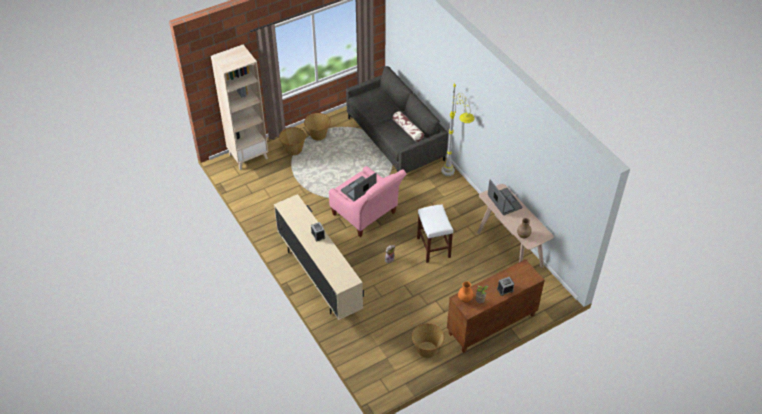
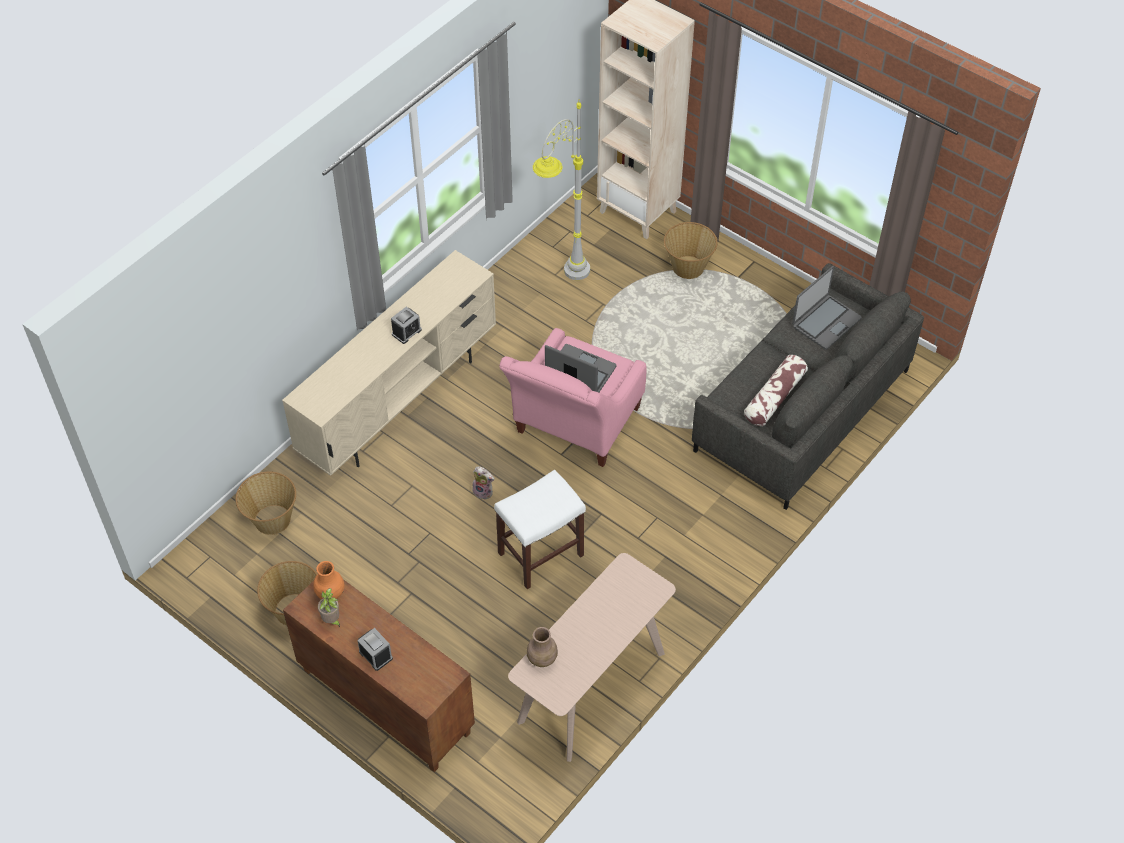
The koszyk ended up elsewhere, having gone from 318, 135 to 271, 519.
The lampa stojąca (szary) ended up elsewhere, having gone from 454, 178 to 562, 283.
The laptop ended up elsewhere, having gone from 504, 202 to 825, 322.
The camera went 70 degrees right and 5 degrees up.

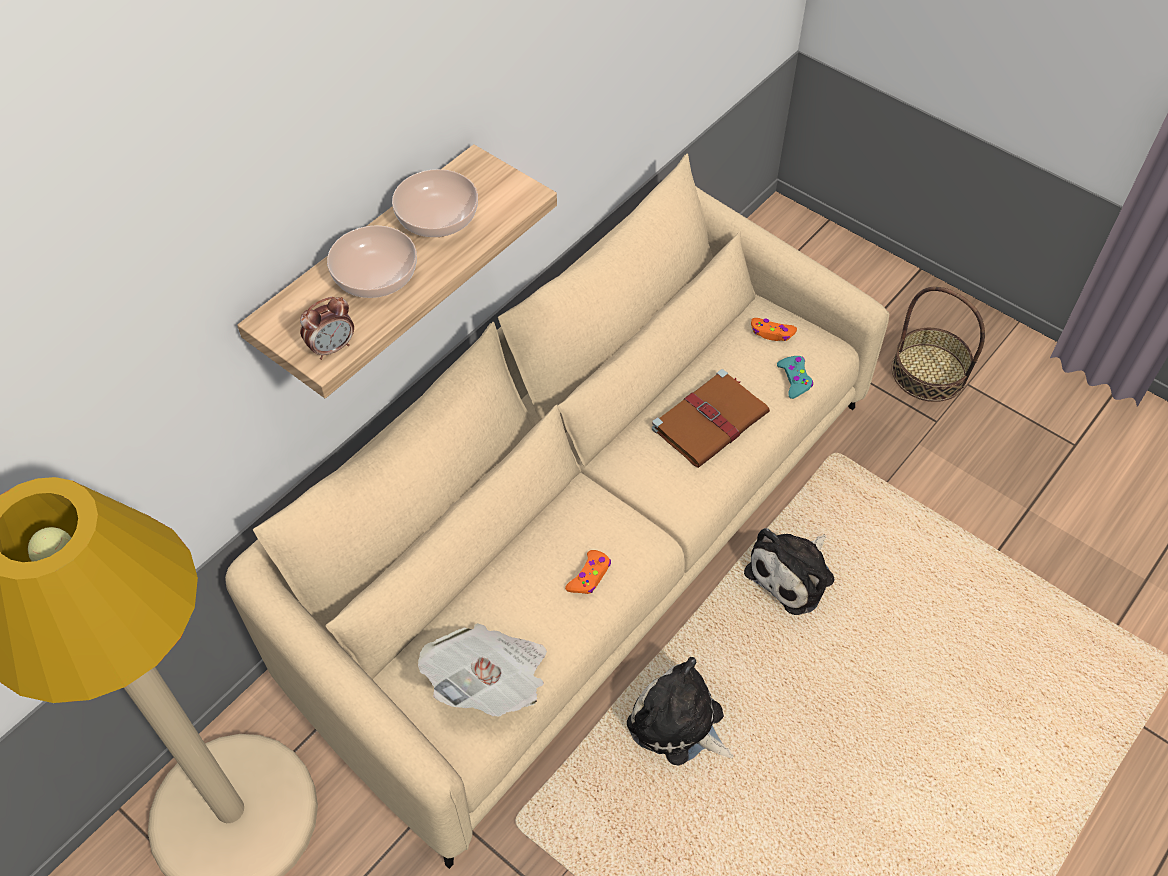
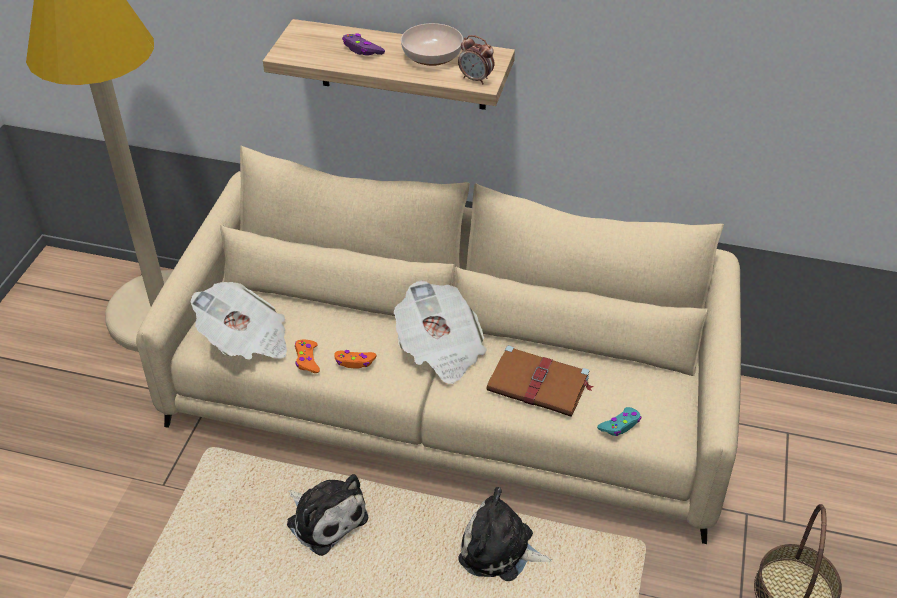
The pluszak at 679, 725 ended up facing another way, 120 degrees clockwise from before.
The pad do gier (pomarańczowy) ended up elsewhere, having gone from 772, 333 to 307, 359.
Where the miska stood at 375, 277, the pad do gier (fioletowy) came to stand at 362, 50.
The second view gained the gazeta at 440, 349.
The budzik ended up elsewhere, having gone from 332, 348 to 476, 79.
The camera went 65 degrees right and 10 degrees down.

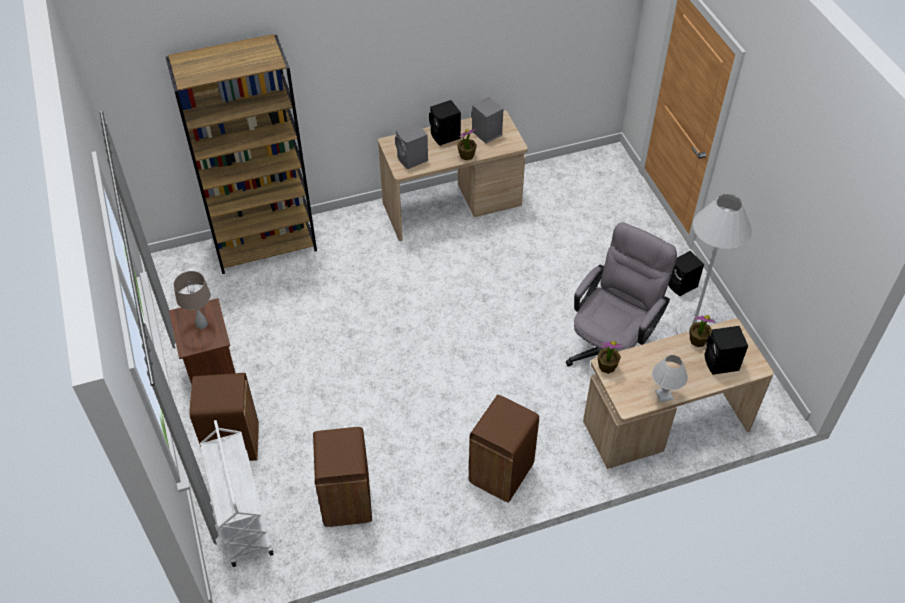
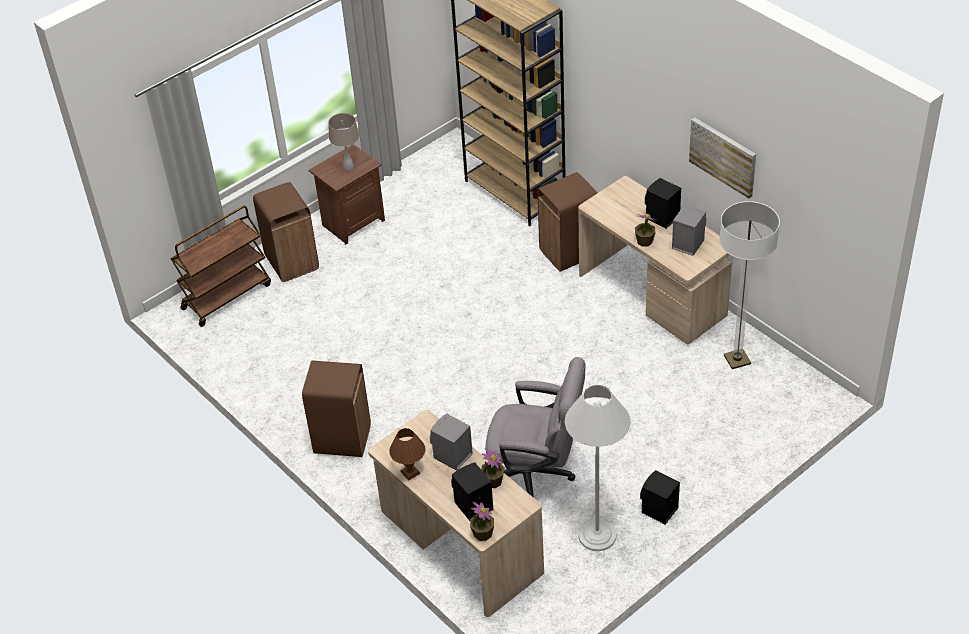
What was the wózek (biały) at 242, 517 turned into the wózek (brązowy) at 227, 296.
What was the lampa stołowa (biały) at 663, 395 turned into the lampa stołowa (brązowy) at 409, 472.
The głośnik (szary) ended up elsewhere, having gone from 412, 160 to 451, 456.
The roślina doniczkowa ended up elsewhere, having gone from 607, 366 to 482, 533.
The kosz na śmieci (brązowy) ended up elsewhere, having gone from 346, 502 to 568, 252.
The second view gained the obraz at 723, 156.
The second view gained the lampa stojąca at 737, 360.
The camera went 70 degrees right and 5 degrees down.

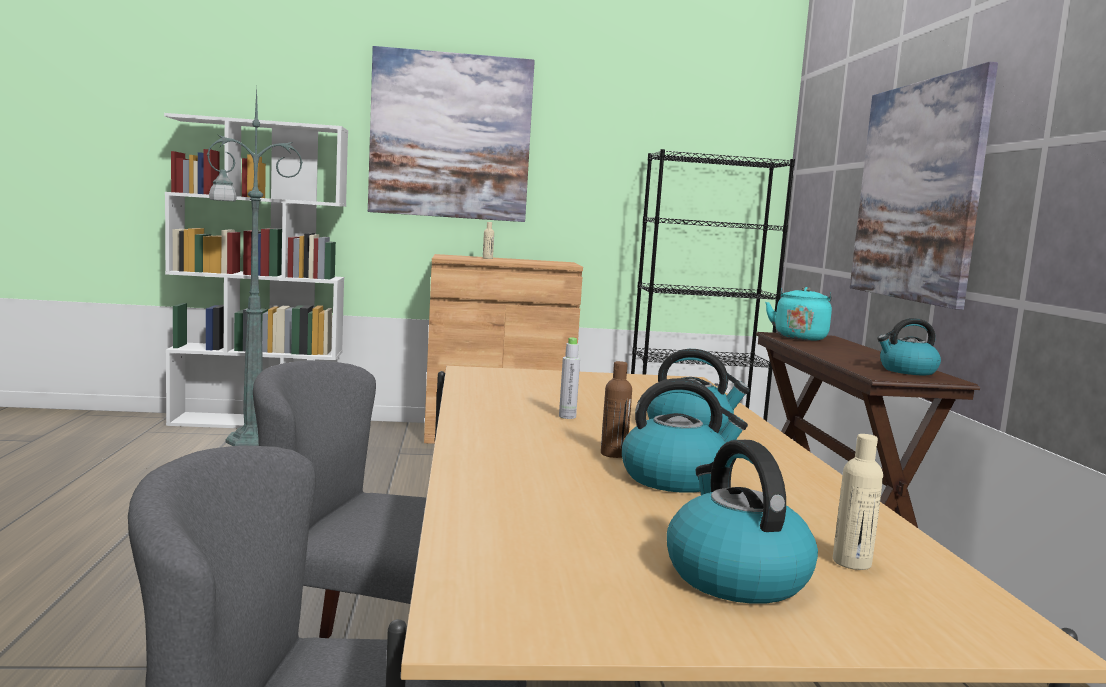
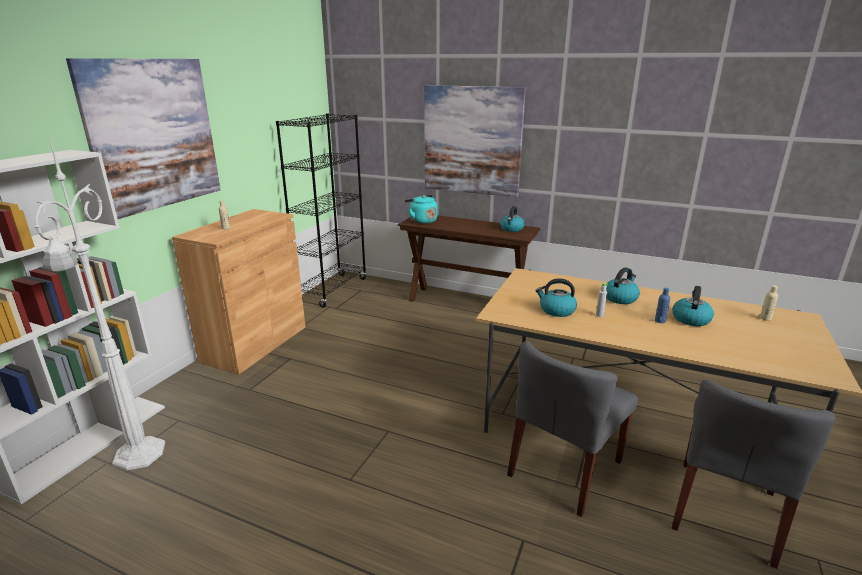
What was the lampa stojąca (zielony) at 249, 440 turned into the lampa stojąca (biały) at 138, 455.
The czajnik ended up elsewhere, having gone from 734, 576 to 556, 310.
What was the butelka (brązowy) at 613, 454 turned into the butelka (niebieski) at 660, 321.
The camera went 60 degrees left and 15 degrees up.

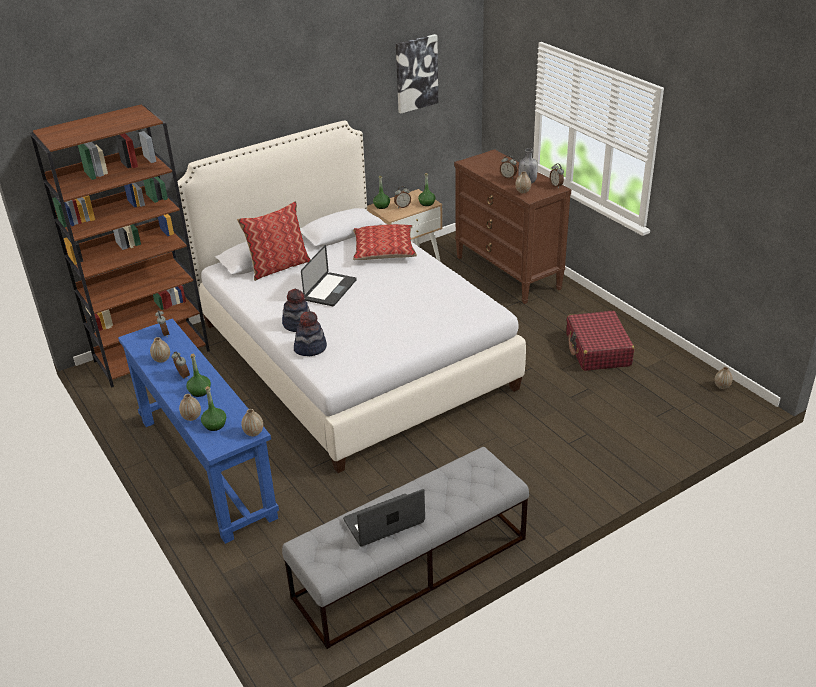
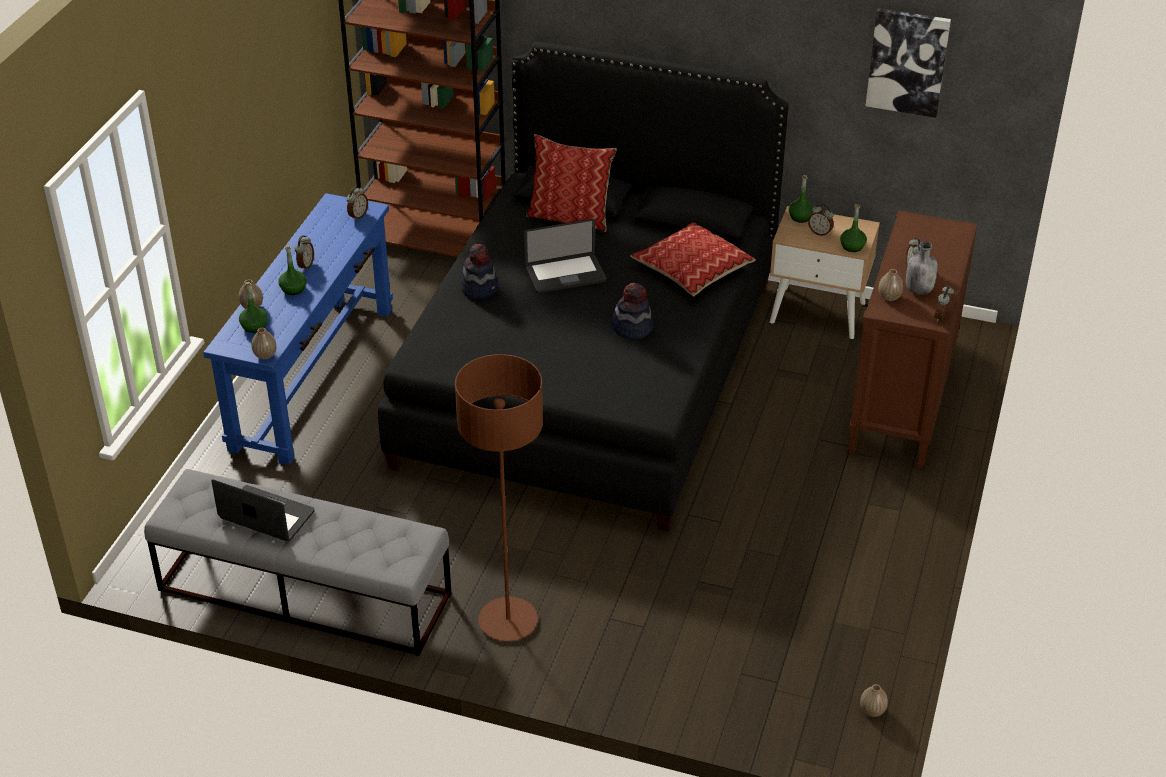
What was the łóżko (biały) at 352, 355 turned into the łóżko (czarny) at 588, 371.
The second view gained the lampa stojąca (brązowy) at 508, 621.
The kapelusz ended up elsewhere, having gone from 310, 348 to 632, 328.
The second view lost the wazon at 162, 359.
The second view lost the walizka (czerwony) at 597, 350.
The camera went 50 degrees right and 5 degrees up.

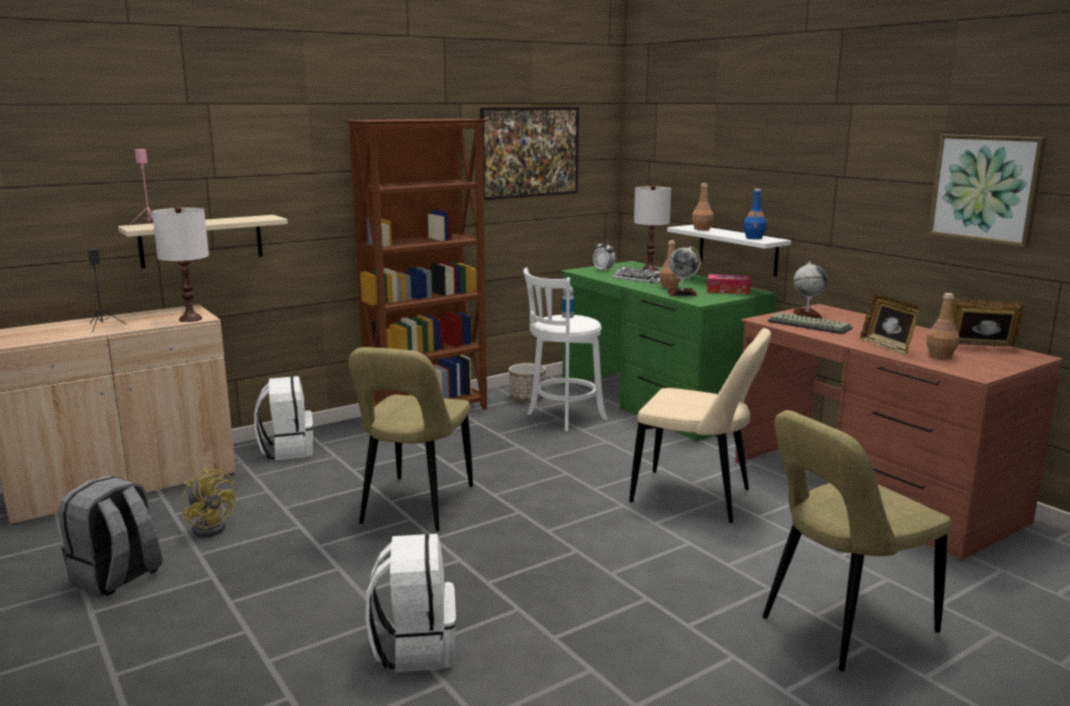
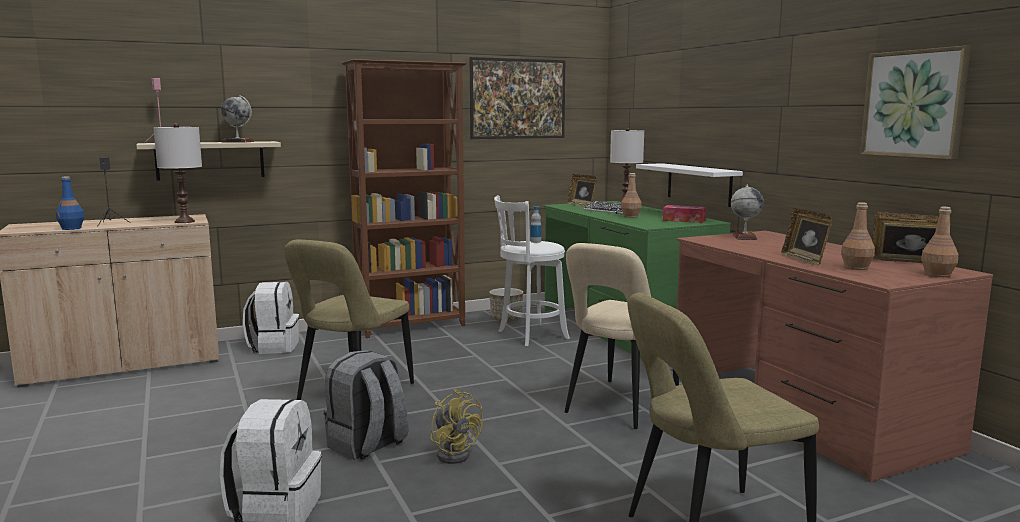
The butelka (niebieski) ended up elsewhere, having gone from 754, 238 to 72, 228.
The globus ended up elsewhere, having gone from 682, 293 to 238, 142.
The plecak (szary) ended up elsewhere, having gone from 117, 578 to 367, 445.
The wentylator (żółty) ended up elsewhere, having gone from 212, 527 to 455, 453.
The krzesło (beżowy) at 696, 497 ended up facing another way, 90 degrees clockwise from before.
Where the budzik stood at 603, 270, the ramka na zdjęcie came to stand at 582, 205.
The butelka (brązowy) ended up elsewhere, having gone from 701, 229 to 937, 275.
The second view lost the klawiatura at 810, 325.
The camera went 10 degrees right and 5 degrees down.

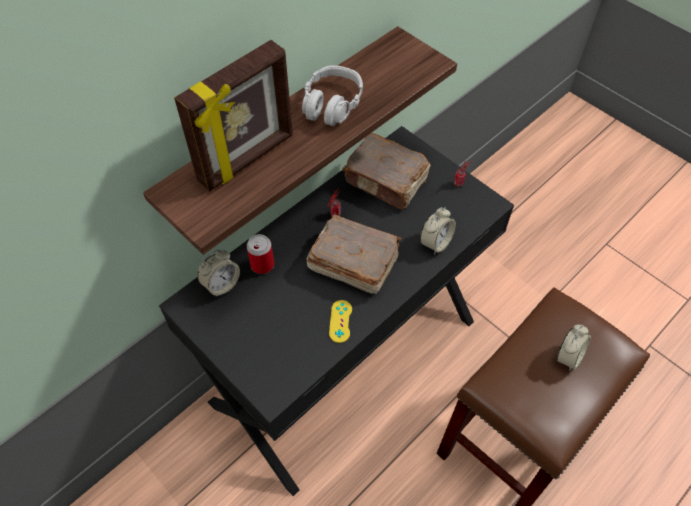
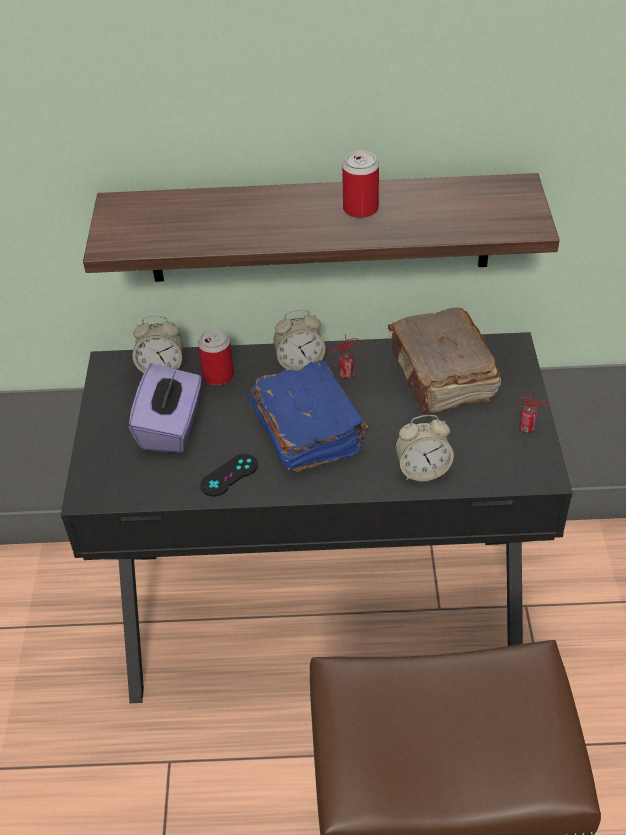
The second view gained the pudełko chusteczek (fioletowy) at 171, 427.
What was the pad do gier (żółty) at 340, 321 turned into the pad do gier (czarny) at 229, 475.
What was the książka (brązowy) at 352, 262 turned into the książka (niebieski) at 308, 430.
The budzik ended up elsewhere, having gone from 568, 357 to 300, 363.
Where the słuchawki (szary) stood at 332, 104, the puszka came to stand at 360, 209.
The second view lost the ramka na zdjęcie at 247, 159.
The camera went 45 degrees right and 10 degrees down.

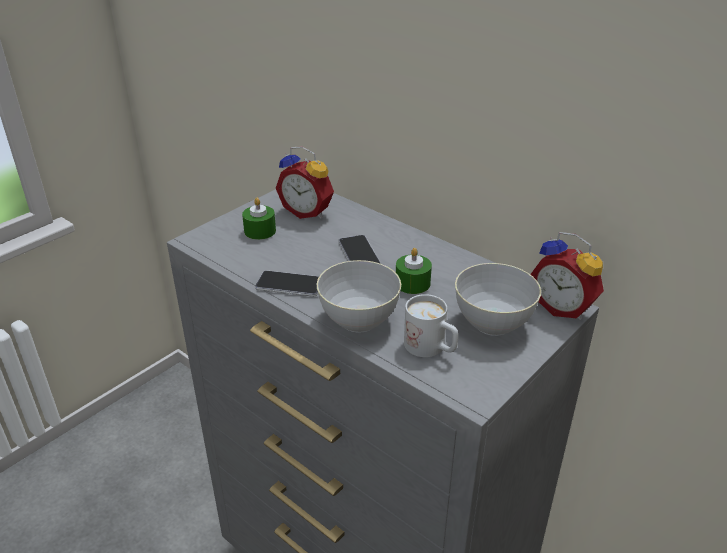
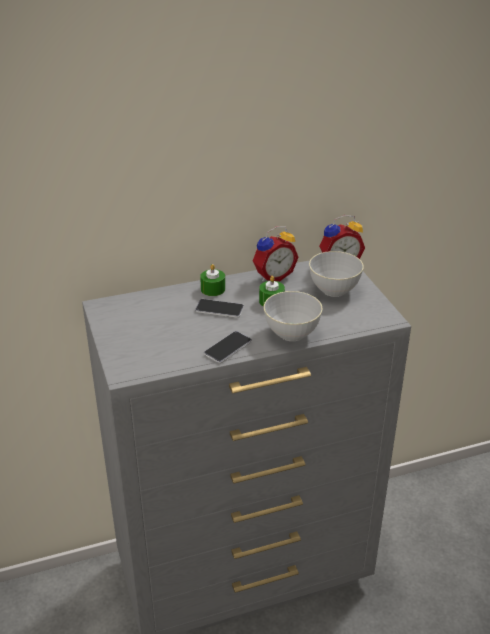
The świeca (zielony) ended up elsewhere, having gone from 260, 231 to 213, 289.
The budzik ended up elsewhere, having gone from 308, 212 to 273, 276.
The second view lost the kubek (biały) at 431, 348.
The camera went 60 degrees left and 0 degrees up.

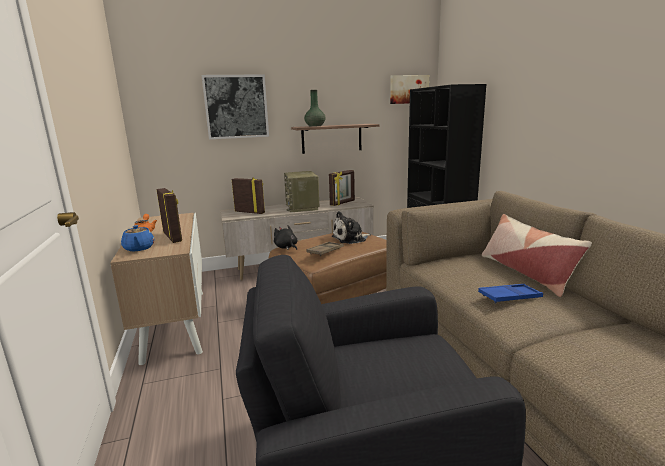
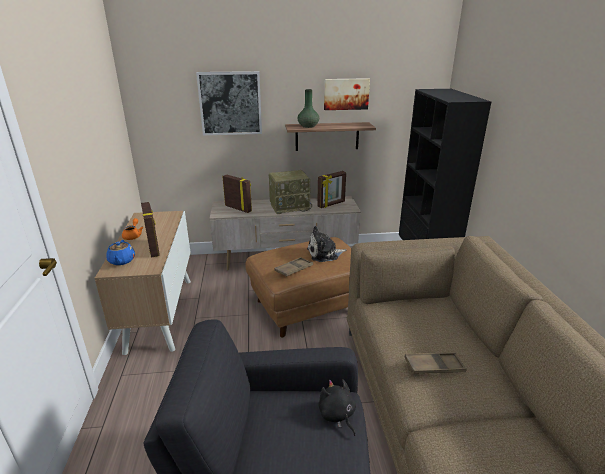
The radio at 302, 207 ended up facing another way, 105 degrees counterclockwise from before.
The pluszak (czarny) ended up elsewhere, having gone from 286, 247 to 337, 415.
The obraz ended up elsewhere, having gone from 408, 89 to 346, 94.
What was the taca (niebieski) at 509, 297 turned into the taca (brązowy) at 434, 366.
The second view lost the poduszka at 526, 272.
The camera went 10 degrees right and 10 degrees up.

